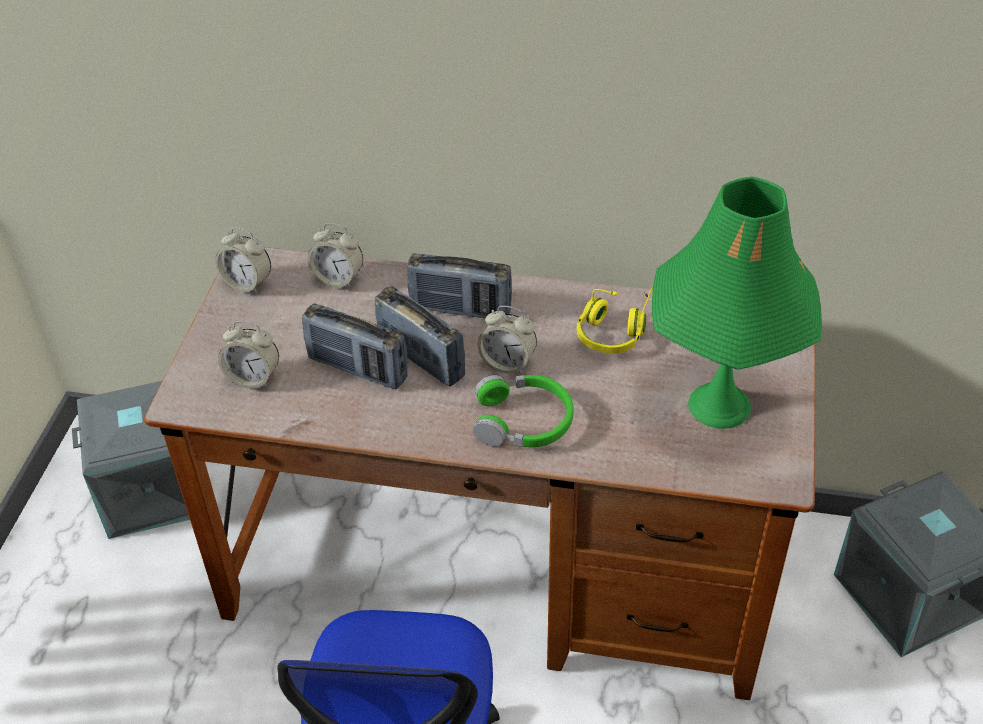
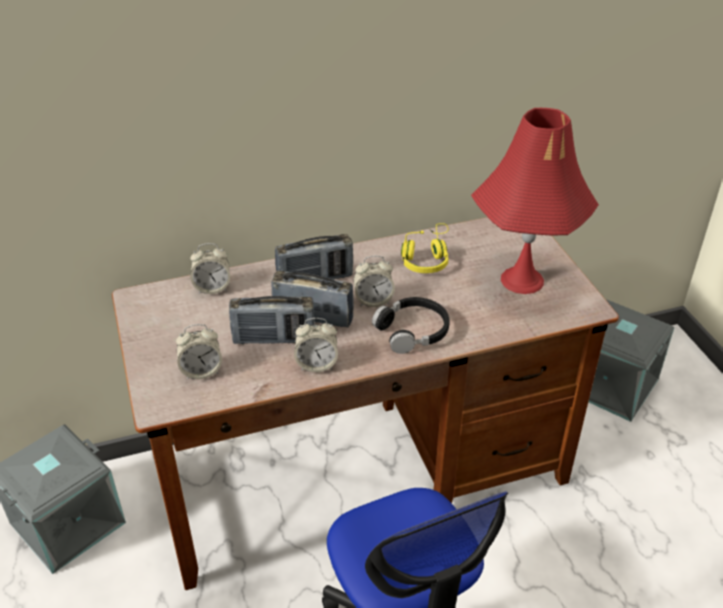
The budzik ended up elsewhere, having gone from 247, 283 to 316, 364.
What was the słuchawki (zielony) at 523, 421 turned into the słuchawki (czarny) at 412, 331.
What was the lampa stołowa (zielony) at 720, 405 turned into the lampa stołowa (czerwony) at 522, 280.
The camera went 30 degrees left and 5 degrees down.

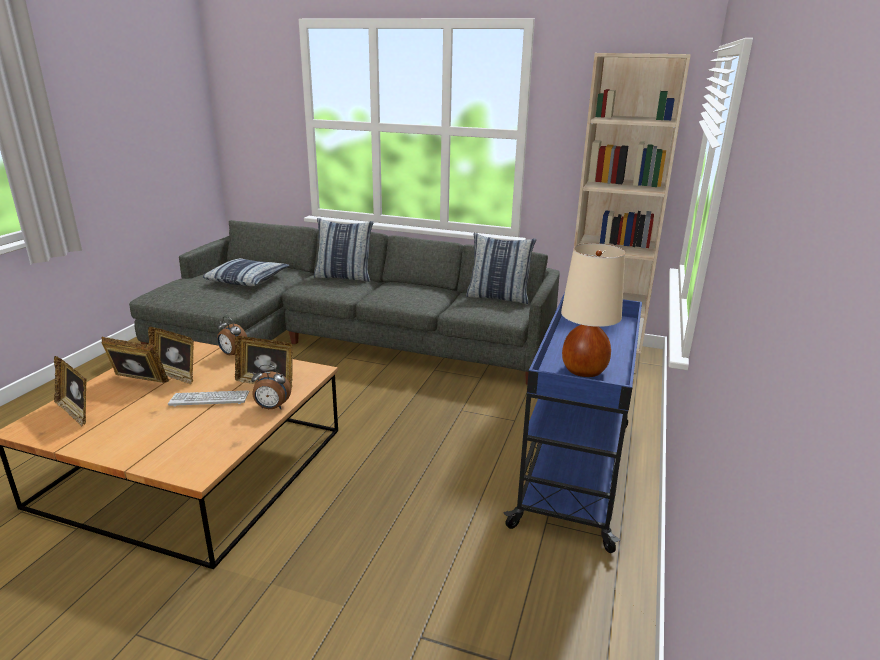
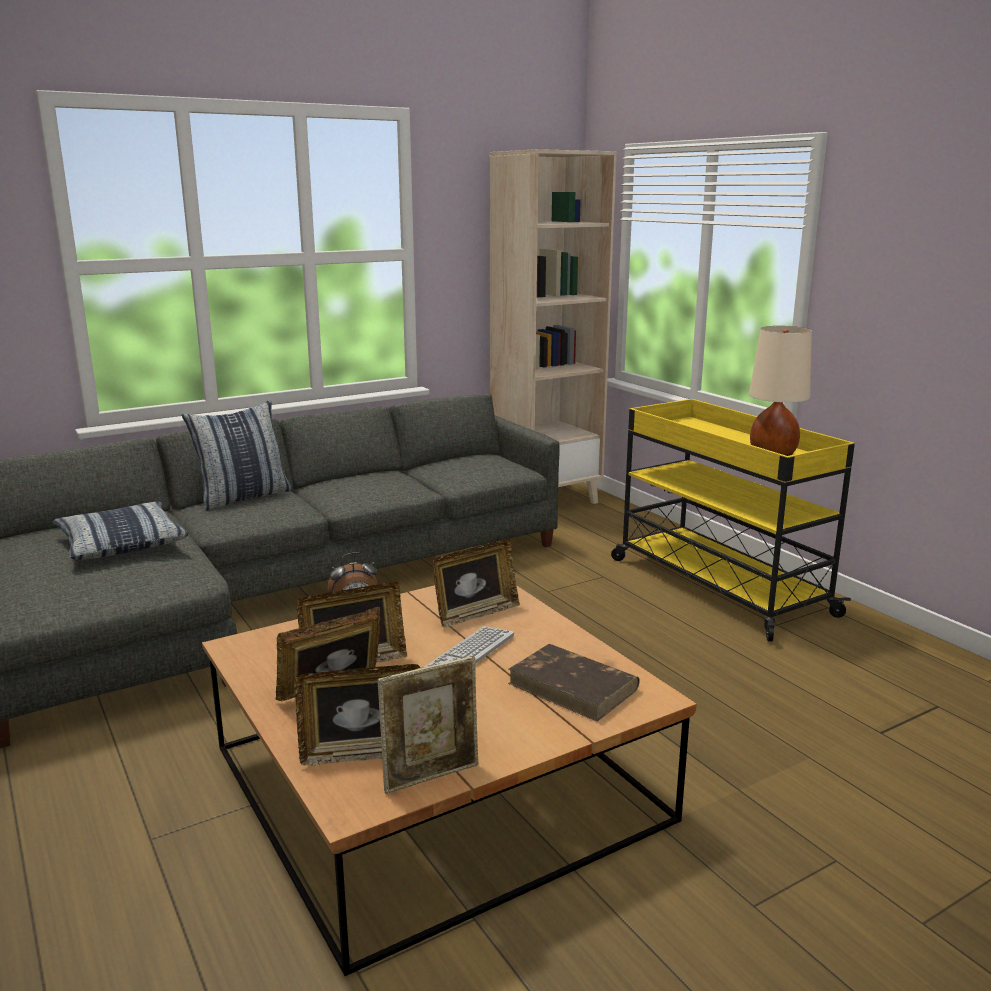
The second view gained the ramka na zdjęcie at 431, 776.
The second view gained the książka (brązowy) at 574, 686.
What was the wózek (niebieski) at 574, 471 turned into the wózek (żółty) at 717, 585.
The second view lost the budzik at 272, 408.
The second view lost the poduszka at 498, 297.
The camera went 50 degrees left and 5 degrees down.

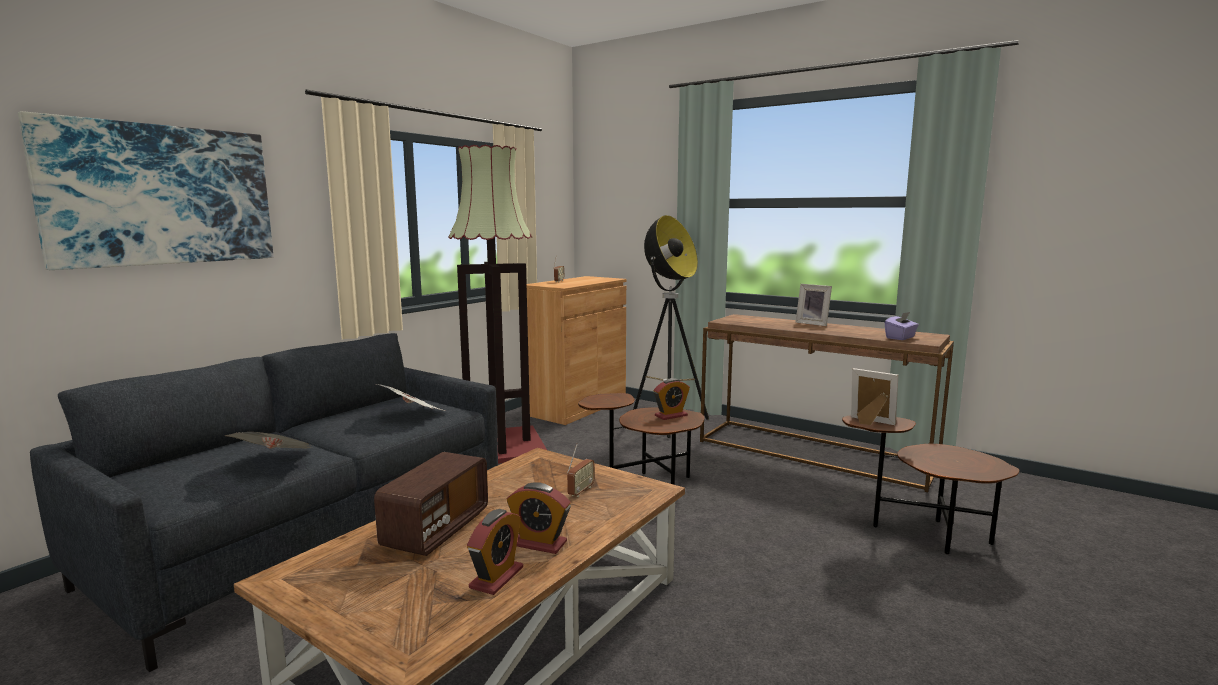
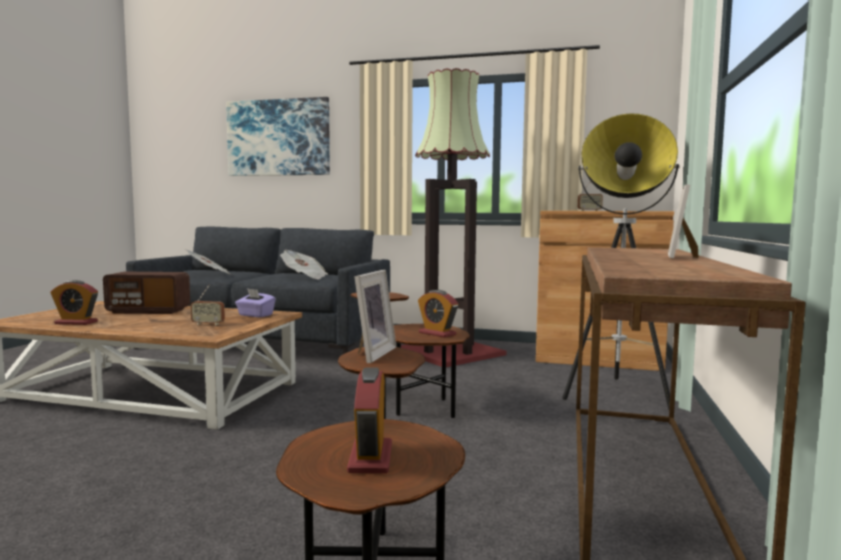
The pudełko chusteczek (fioletowy) ended up elsewhere, having gone from 900, 338 to 255, 315.
The budzik ended up elsewhere, having gone from 539, 543 to 370, 458.
The camera went 70 degrees right and 5 degrees down.

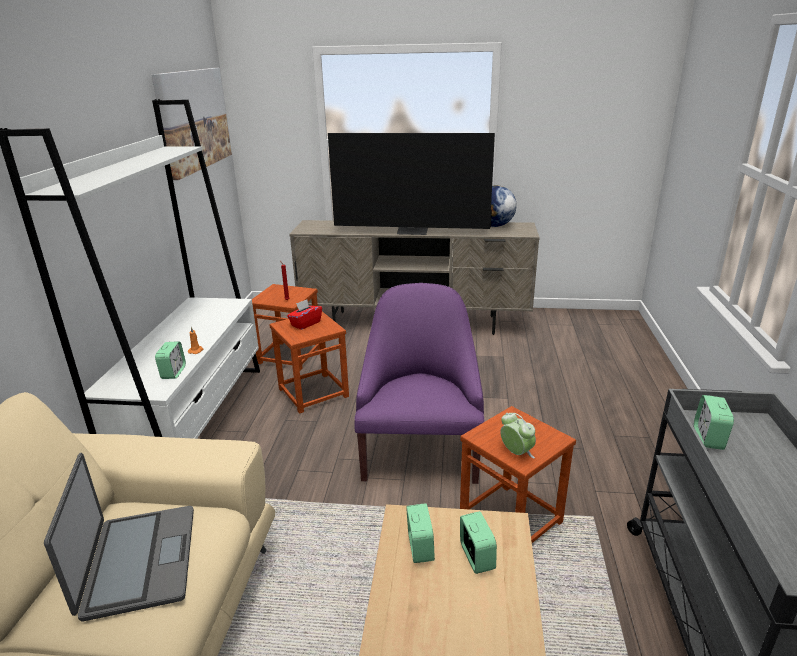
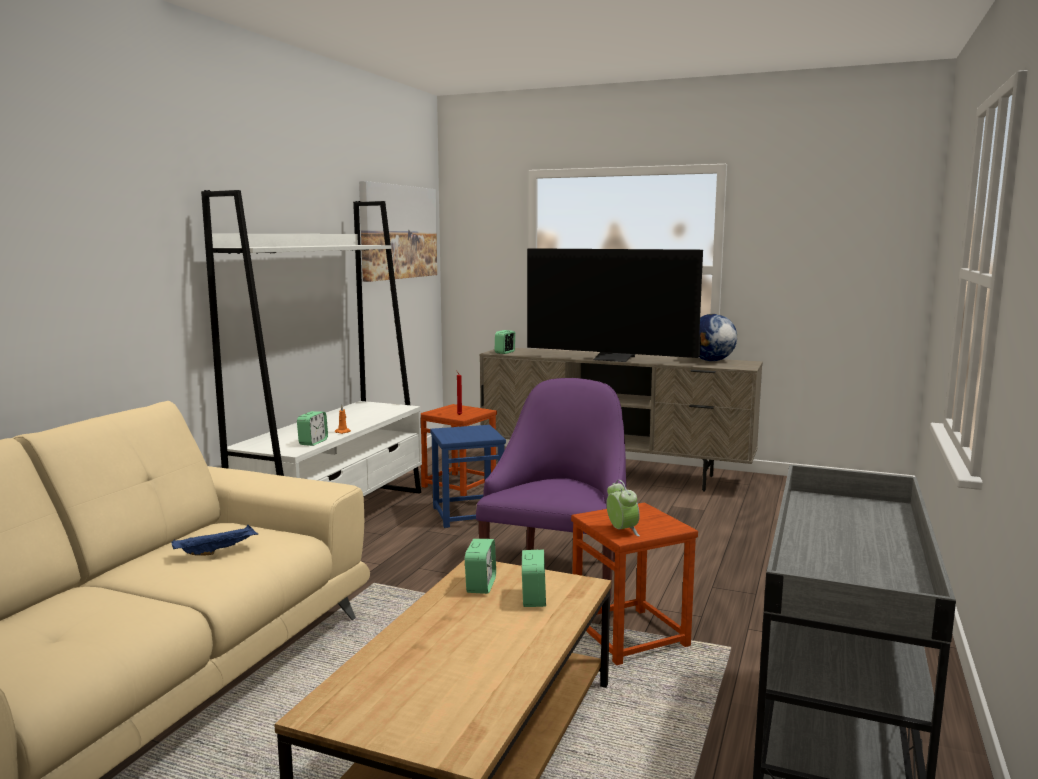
Where the laptop stood at 138, 561, the taca (niebieski) came to stand at 217, 551.
What was the stołek (brązowy) at 313, 392 turned into the stołek (niebieski) at 468, 514.
The budzik ended up elsewhere, having gone from 708, 438 to 505, 352.
The second view lost the pudełko chusteczek (czerwony) at 305, 324.
The camera went 15 degrees right and 15 degrees down.

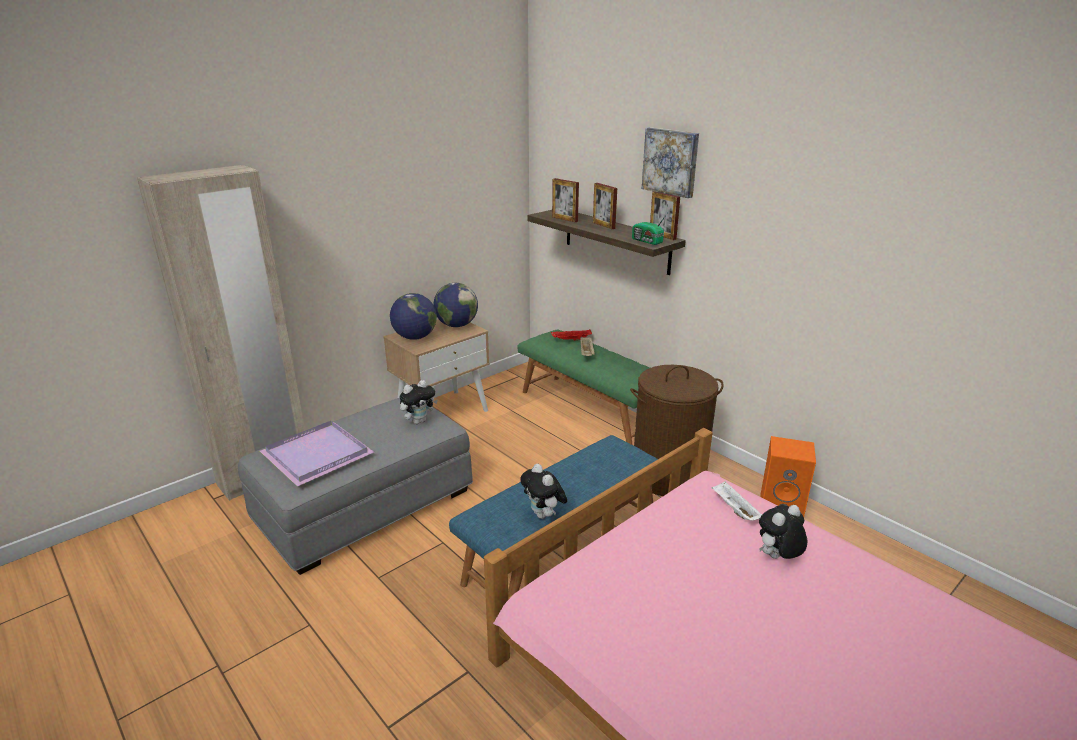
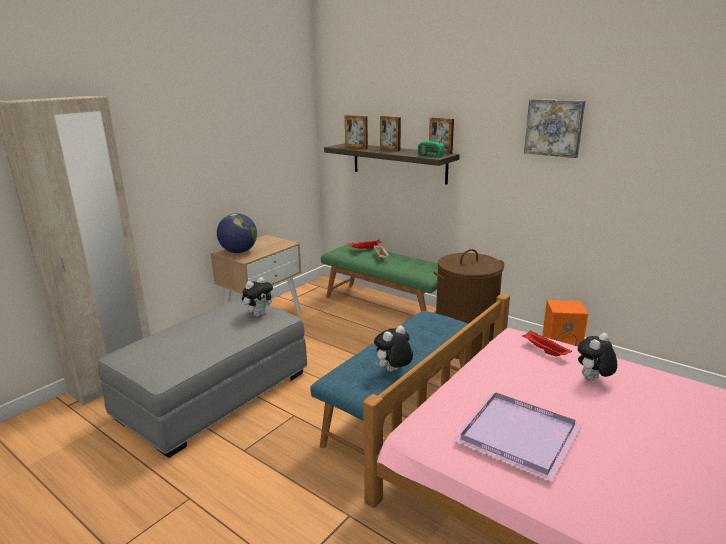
The pluszak at 544, 515 ended up facing another way, 90 degrees clockwise from before.
The taca (fioletowy) ended up elsewhere, having gone from 318, 453 to 516, 434.
What was the taca (biały) at 734, 509 turned into the taca (czerwony) at 544, 350.
The obraz ended up elsewhere, having gone from 671, 161 to 554, 127.
The second view lost the globus at 456, 325.
The camera went 10 degrees left and 5 degrees down.

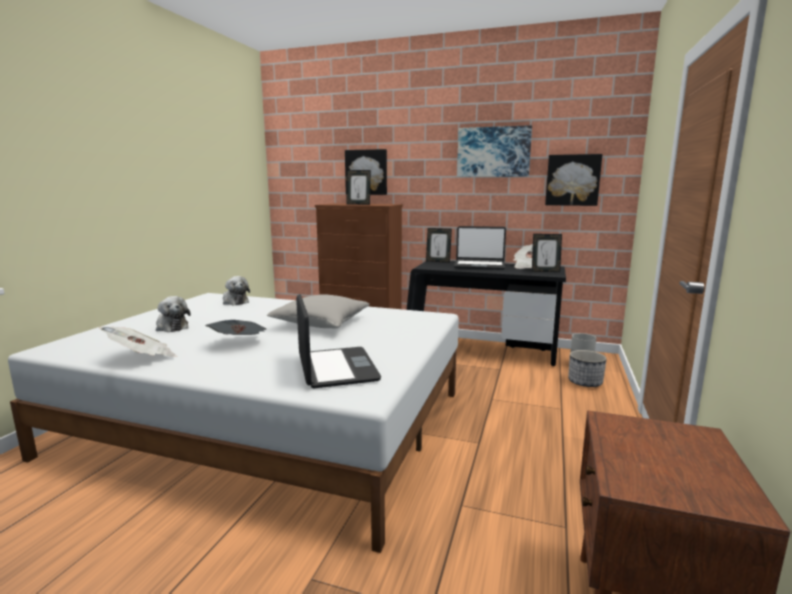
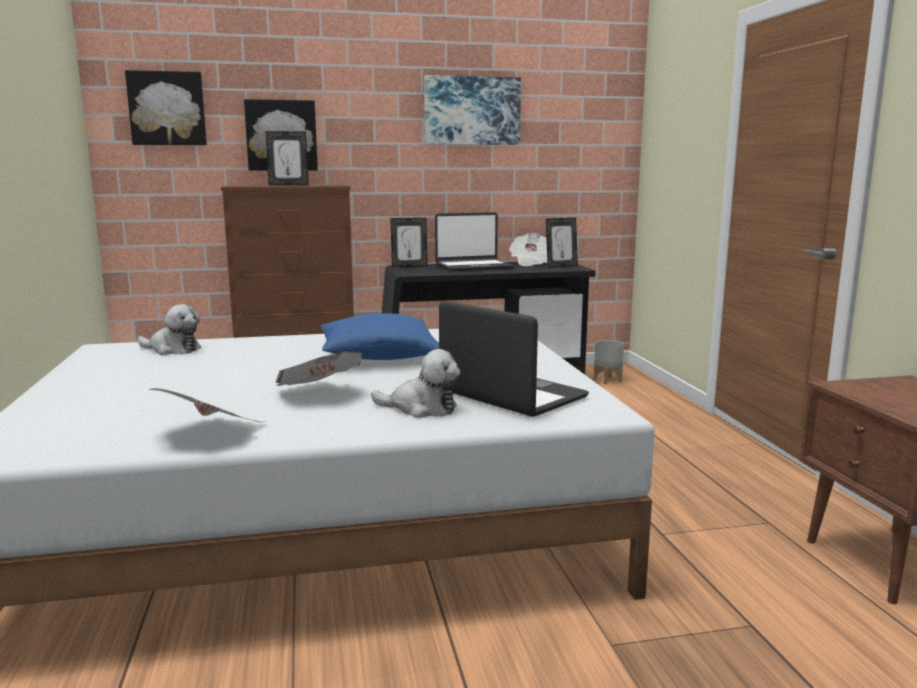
The obraz ended up elsewhere, having gone from 572, 180 to 167, 108.
What was the poduszka (szary) at 321, 323 turned into the poduszka (niebieski) at 378, 356.
The pluszak ended up elsewhere, having gone from 171, 327 to 421, 408.
The second view lost the donica at 585, 382.
The camera went 30 degrees left and 0 degrees up.

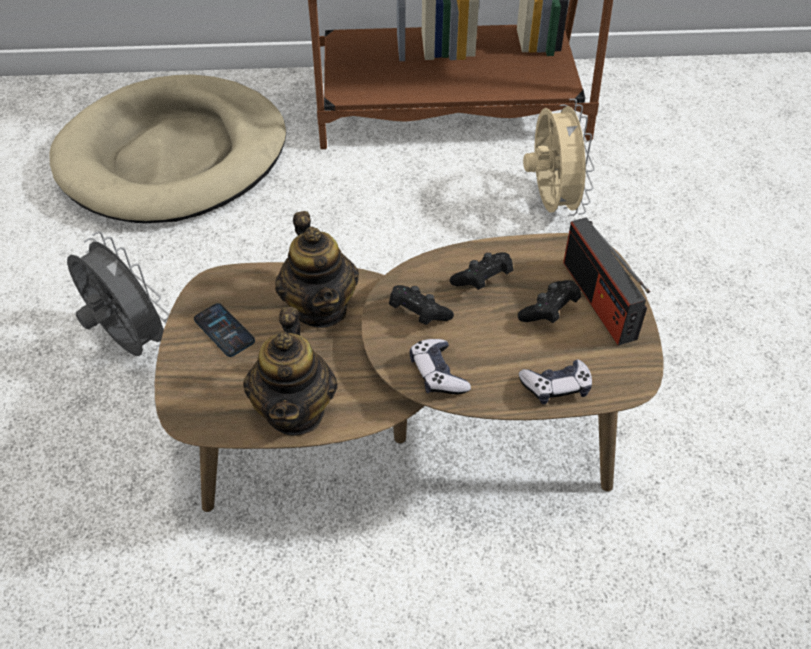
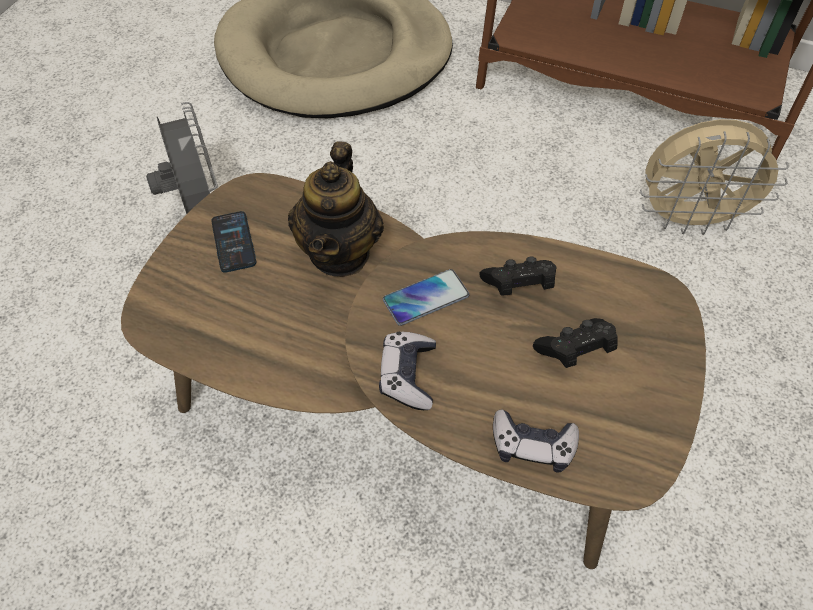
Where the pad do gier (czarny) stood at 418, 313, the telefon came to stand at 426, 298.
The wentylator (beżowy) at 550, 203 ended up facing another way, 75 degrees clockwise from before.
The second view lost the imbryk at 296, 410.
The second view lost the radio at 599, 300.
The camera went 25 degrees right and 5 degrees up.

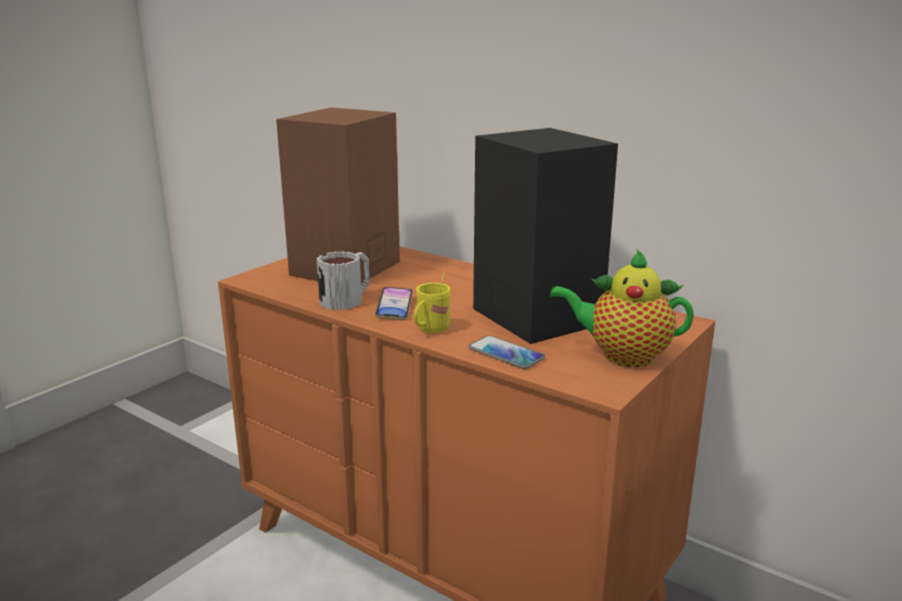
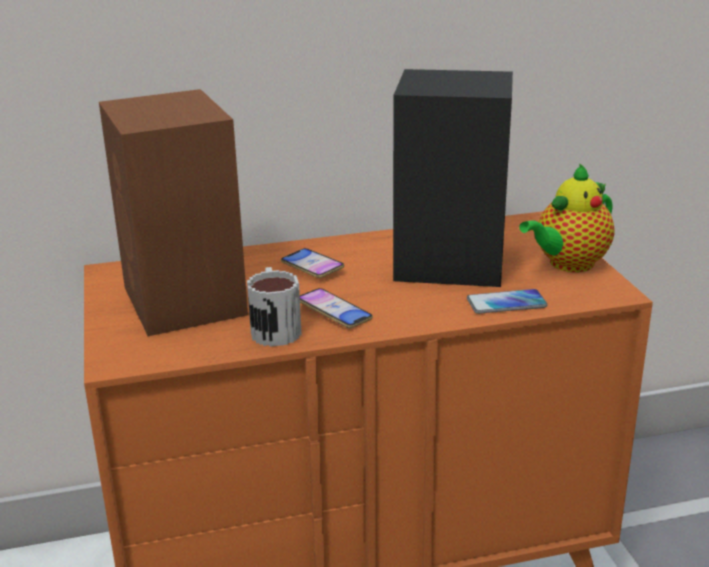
The second view gained the telefon at 312, 267.
The second view lost the kubek (żółty) at 430, 330.
The camera went 50 degrees left and 5 degrees up.

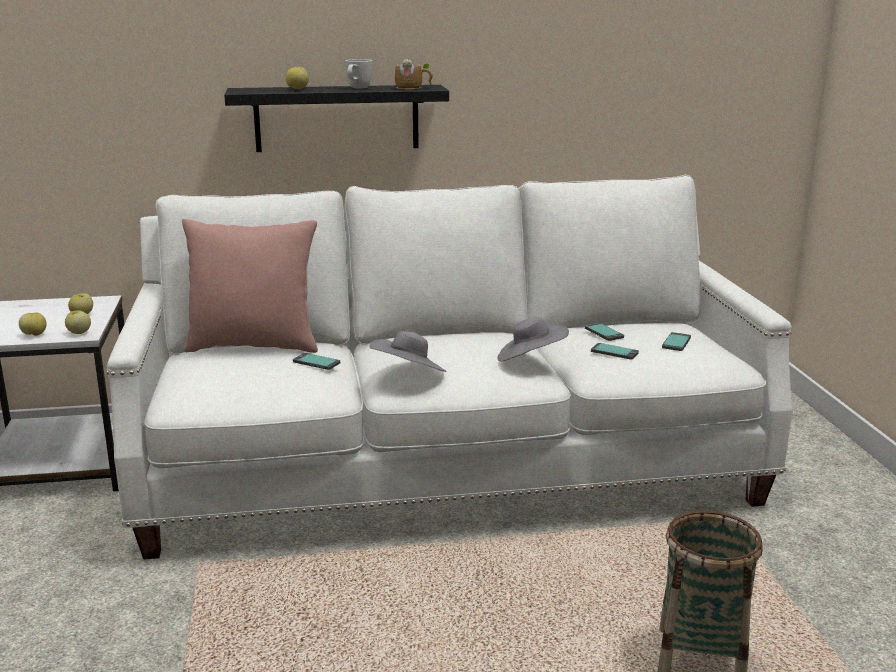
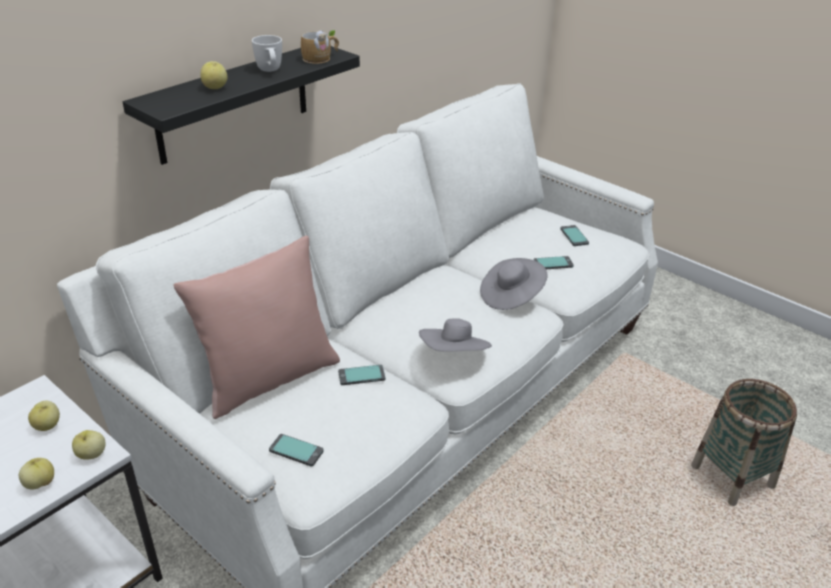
The telefon ended up elsewhere, having gone from 604, 333 to 296, 450.
The camera went 40 degrees left and 15 degrees up.

